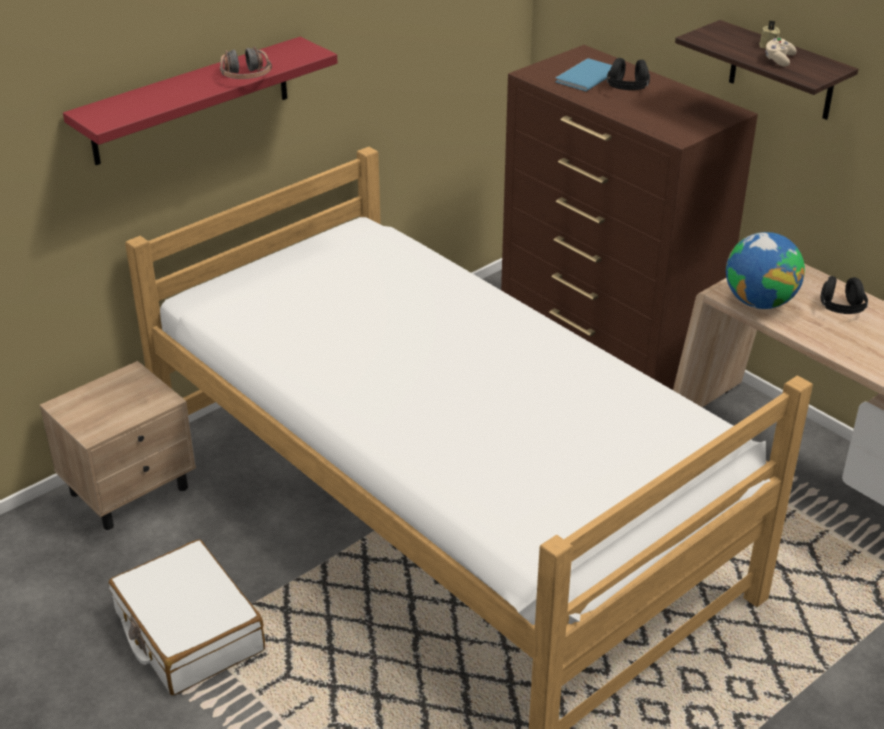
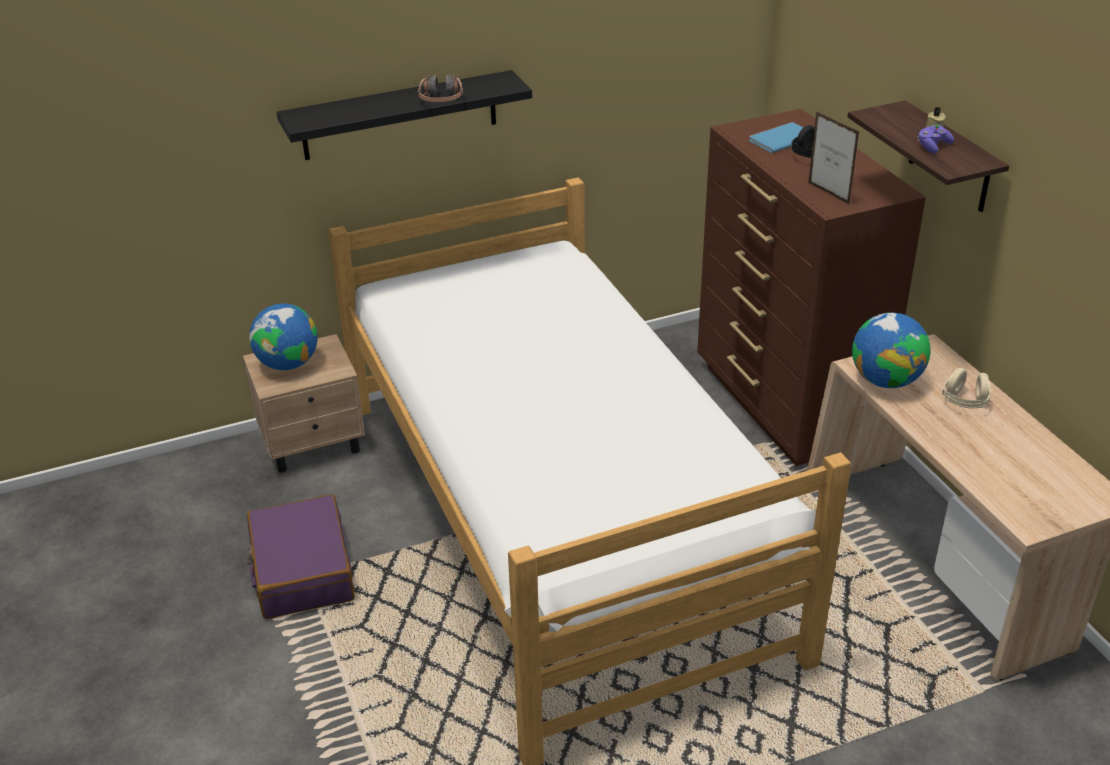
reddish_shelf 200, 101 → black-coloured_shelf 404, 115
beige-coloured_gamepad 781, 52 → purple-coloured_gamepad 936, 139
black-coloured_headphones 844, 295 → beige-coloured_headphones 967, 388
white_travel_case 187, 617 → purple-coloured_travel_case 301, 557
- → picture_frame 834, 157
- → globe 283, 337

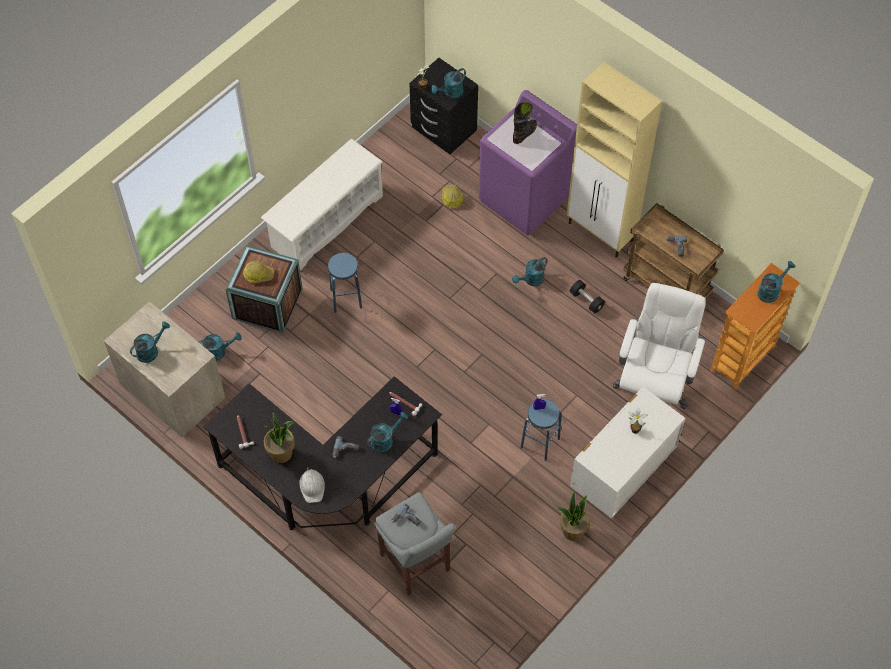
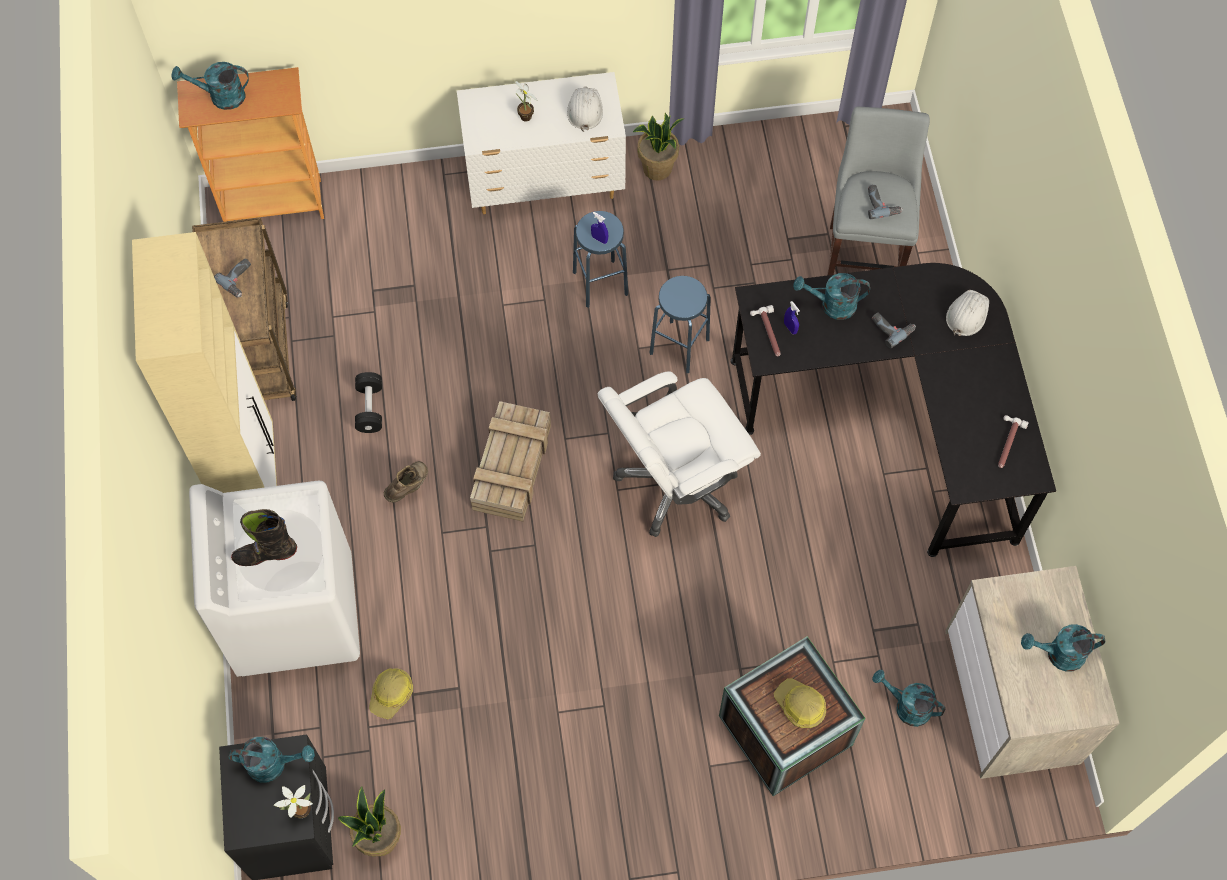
purple-coloured_washing_machine 528, 162 → white_washing_machine 274, 578
white_shoe_rack 322, 205 → -
blue-coloured_stool_seat 345, 283 → blue-coloured_stool_seat 680, 324, moved
turquoise-coloured_watering_can 530, 271 → brown-coloured_high-top_boot 406, 482
white_desk_chair 659, 346 → white_desk_chair 679, 454, moved
plant_in_a_pot 279, 437 → plant_in_a_pot 369, 821, moved
- → white_hard_hat 585, 109
- → shipping_crate 510, 461

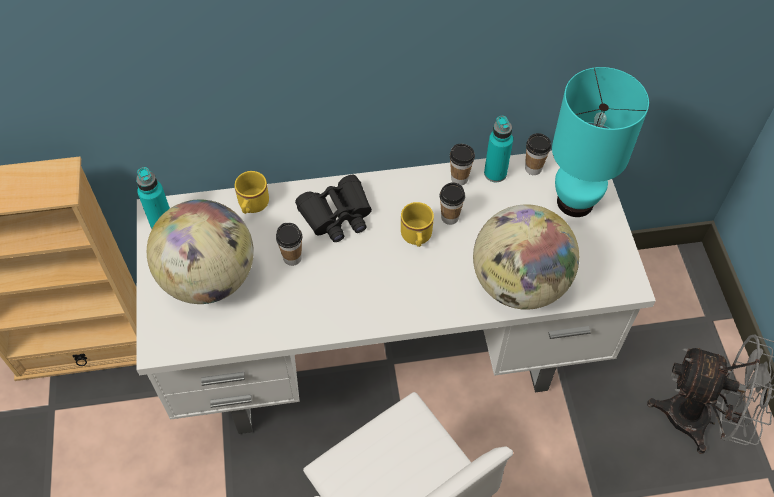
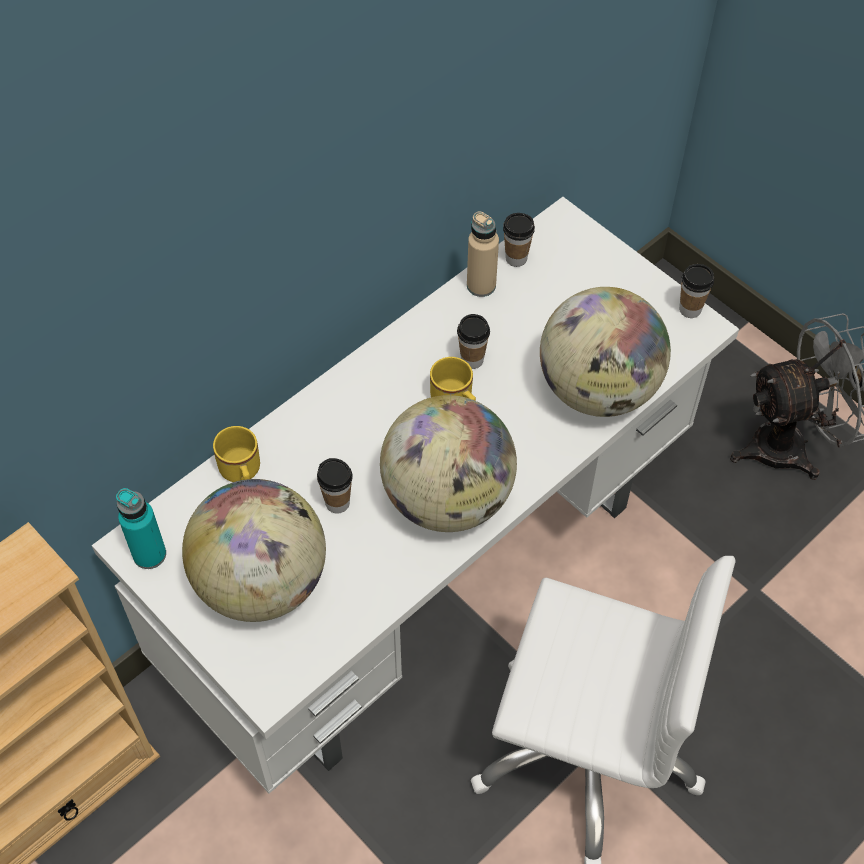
turquoise-coloured_table_lamp 600, 142 → -
turquoise-coloured_drink_bottle 498, 149 → beige-coloured_drink_bottle 483, 254
cup 462, 164 → cup 696, 291, moved
black-coloured_field_glasses 333, 208 → -
- → globe 448, 463

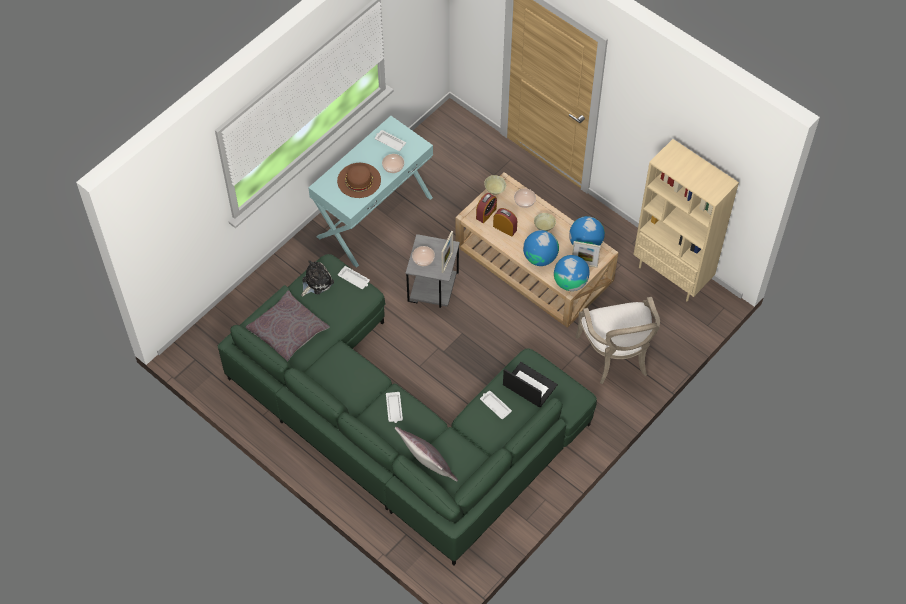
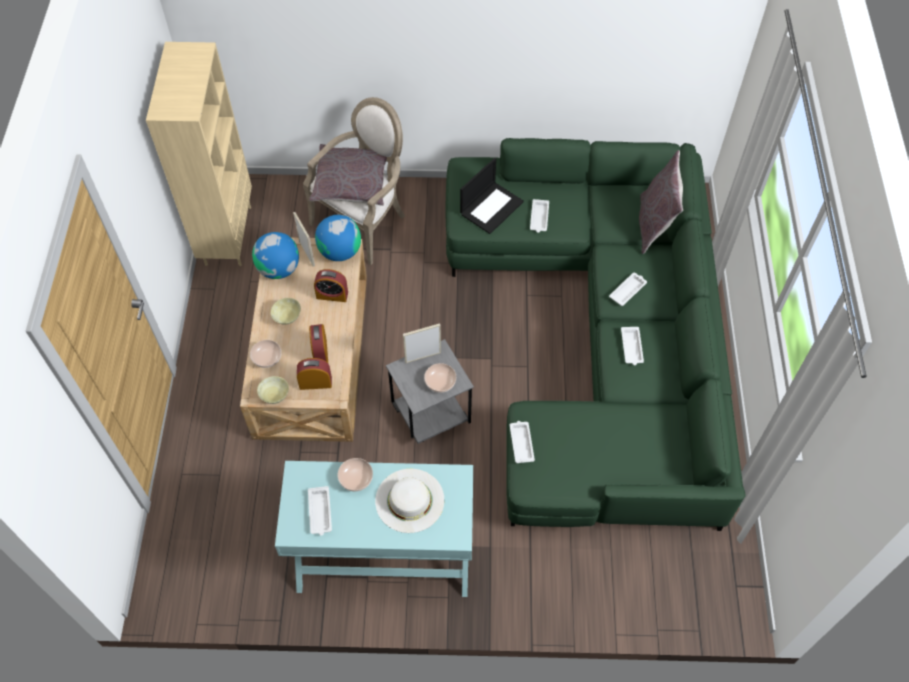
brown-coloured_hat 359, 180 → white_hat 409, 501
globe 541, 248 → alarm_clock 331, 285
soft_toy 317, 278 → -
gray_cushion 288, 325 → gray_cushion 348, 175, moved
laptop 530, 384 → laptop 492, 196, 135 degrees counterclockwise
- → white_tray 632, 346

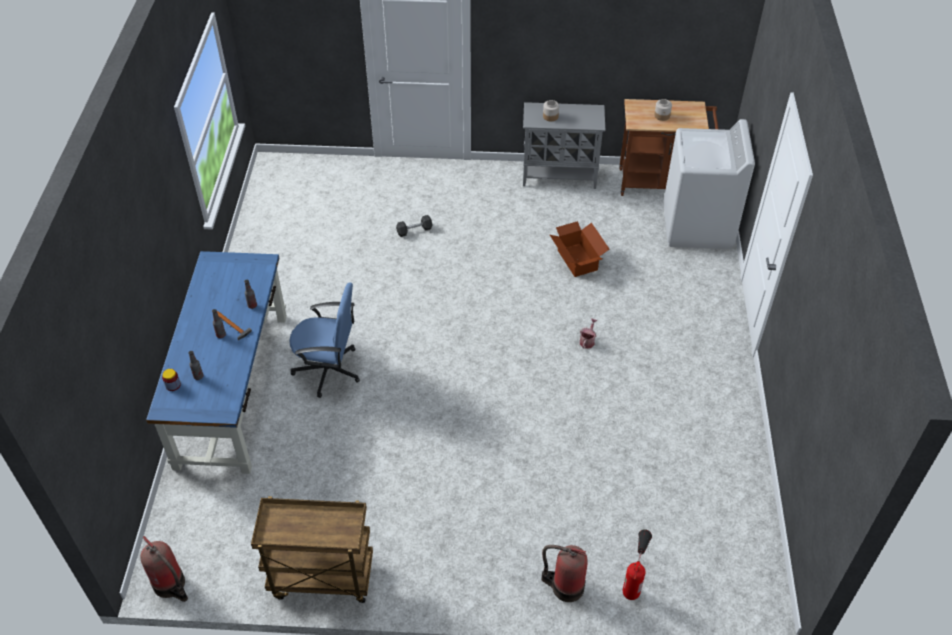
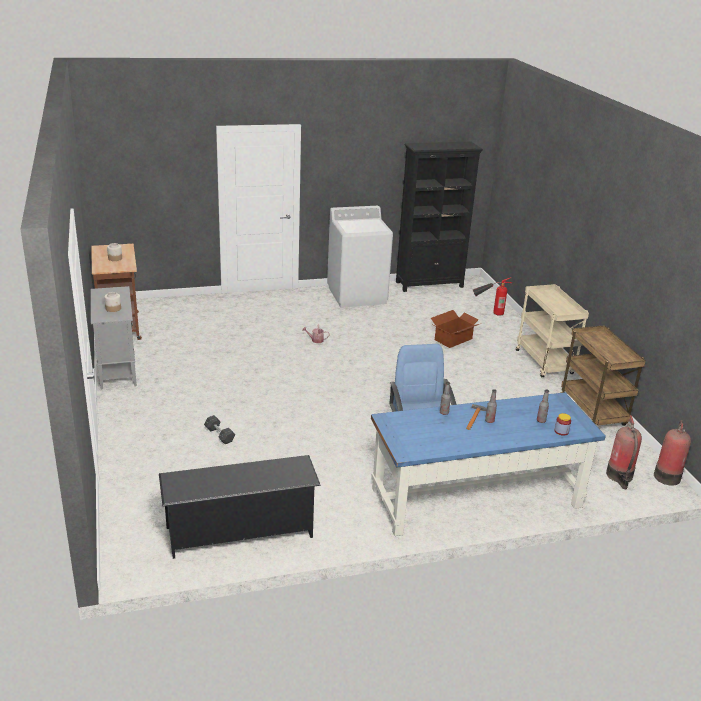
white_washing_machine 709, 184 → white_washing_machine 360, 256, moved
carton 579, 249 → carton 455, 329, moved
extinguisher 564, 573 → extinguisher 624, 452, moved
- → black-coloured_bookshelf 439, 217
- → beige-coloured_cart 552, 330
- → black-coloured_shoe_rack 240, 507

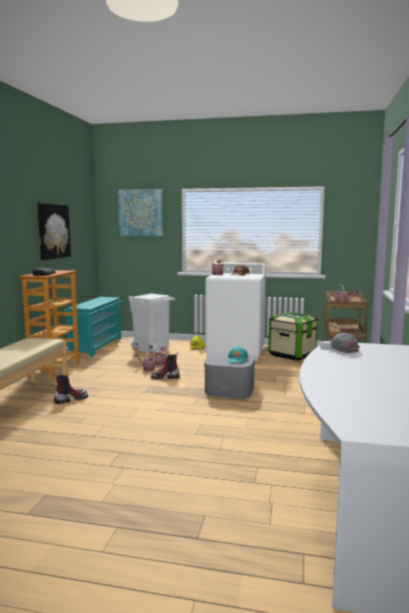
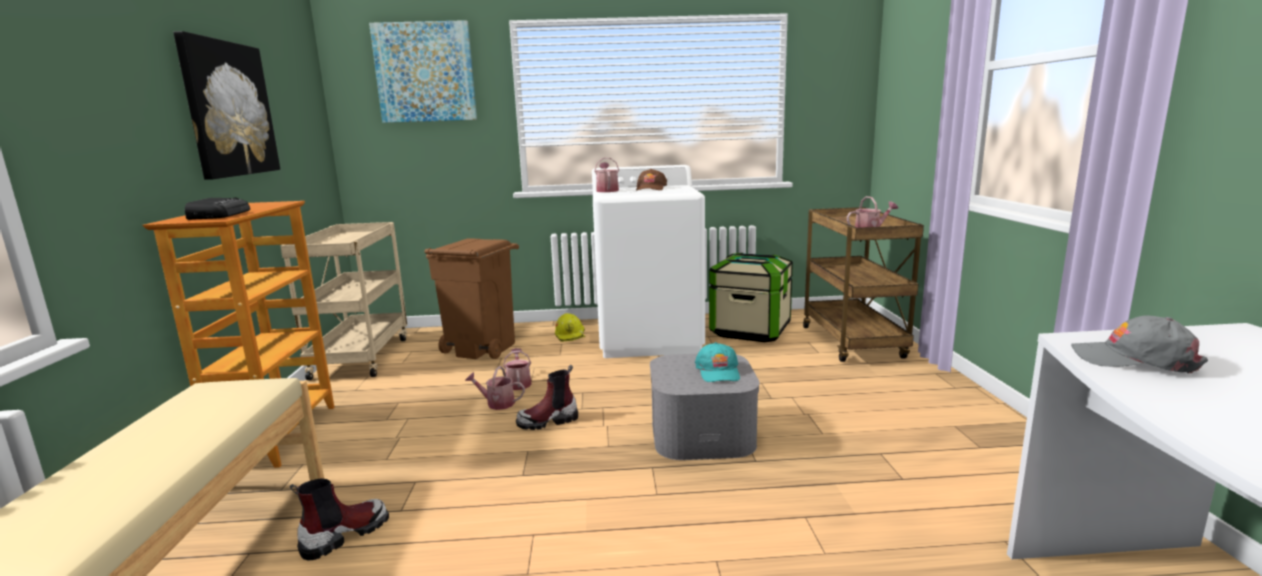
white_rubbish_bin 151, 323 → brown-coloured_rubbish_bin 472, 298
turquoise-coloured_shoe_rack 93, 327 → beige-coloured_cart 343, 301

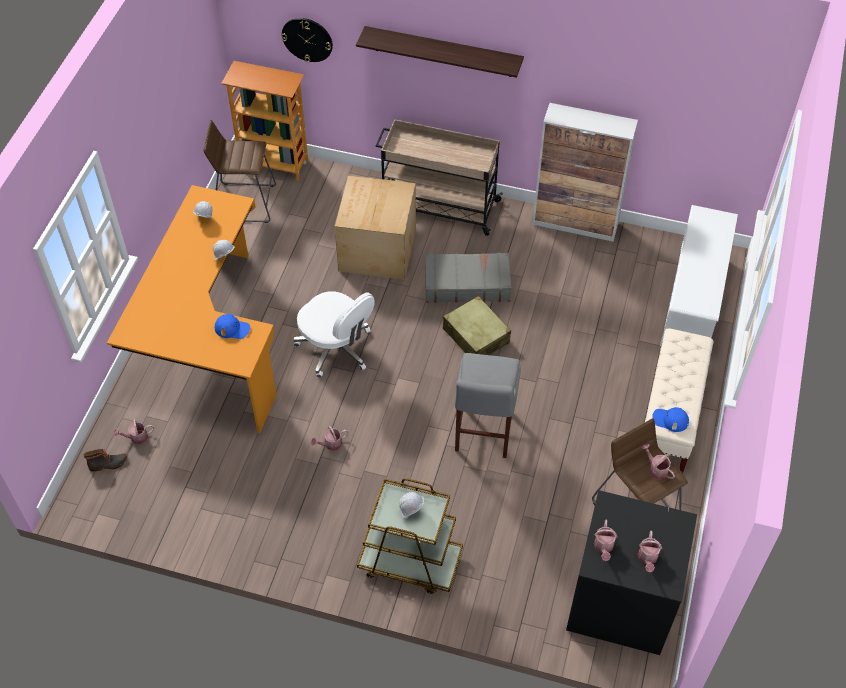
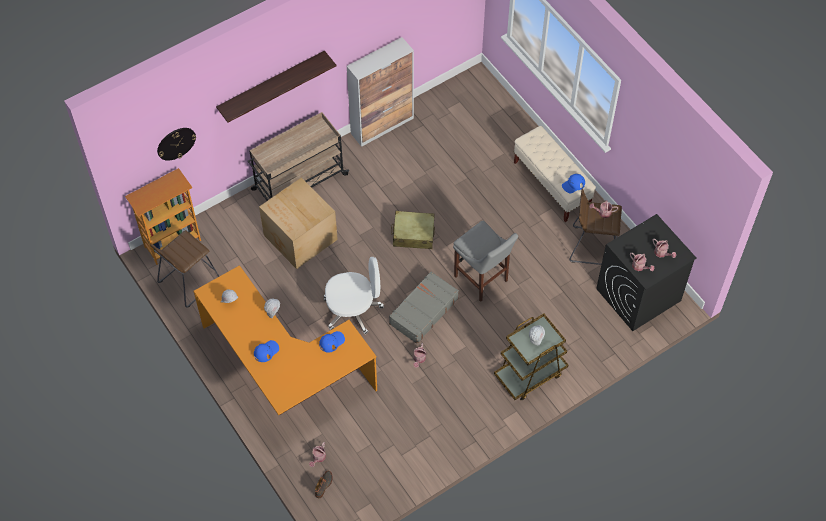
white_shoe_rack 699, 276 → -
gray_travel_case 468, 278 → gray_travel_case 424, 307, moved
- → blue-coloured_peaked_cap 266, 351

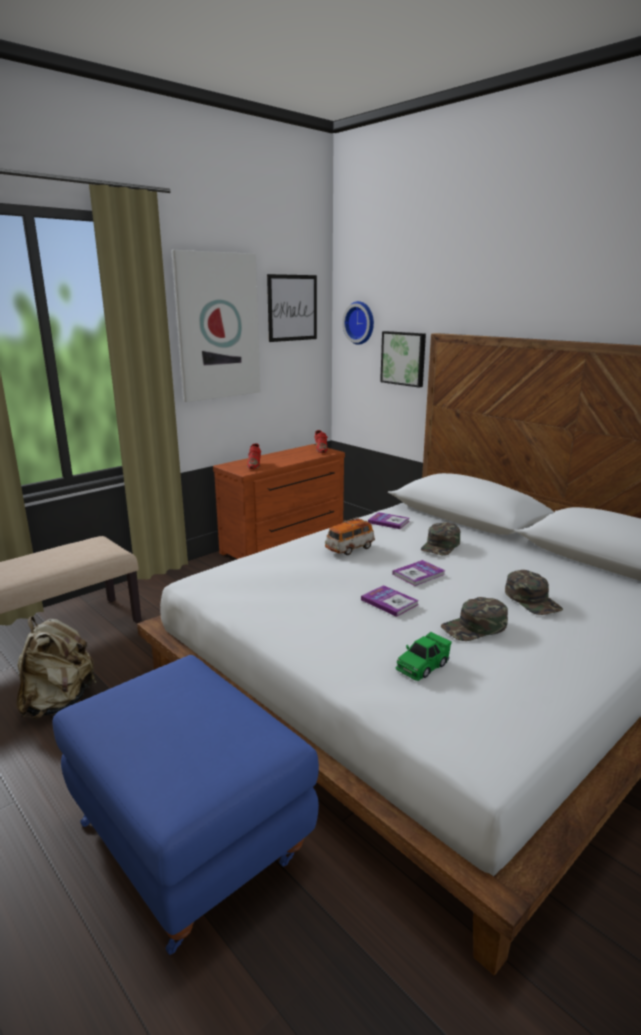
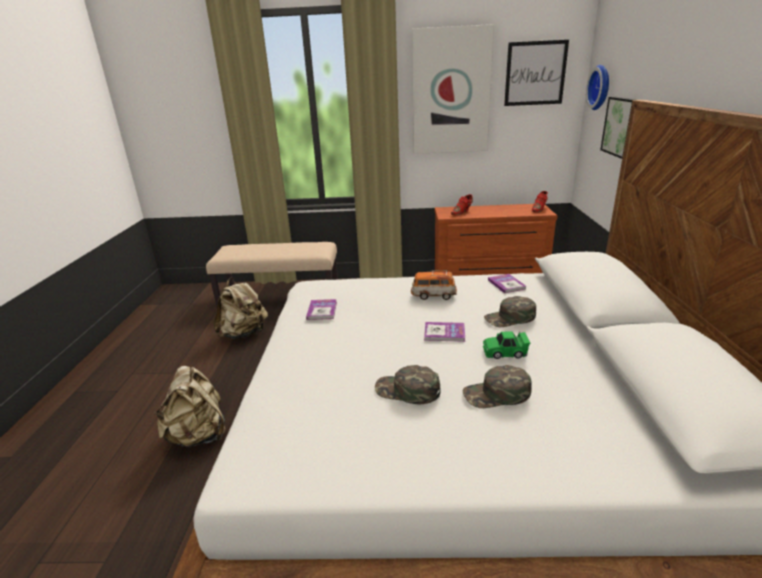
green-coloured_peaked_cap 534, 592 → green-coloured_peaked_cap 497, 386, 60 degrees clockwise
volume 390, 601 → volume 321, 309, moved
green-coloured_miniature_car 424, 656 → green-coloured_miniature_car 506, 345, moved
blue-coloured_pouffe 185, 805 → beige-coloured_backpack 190, 406

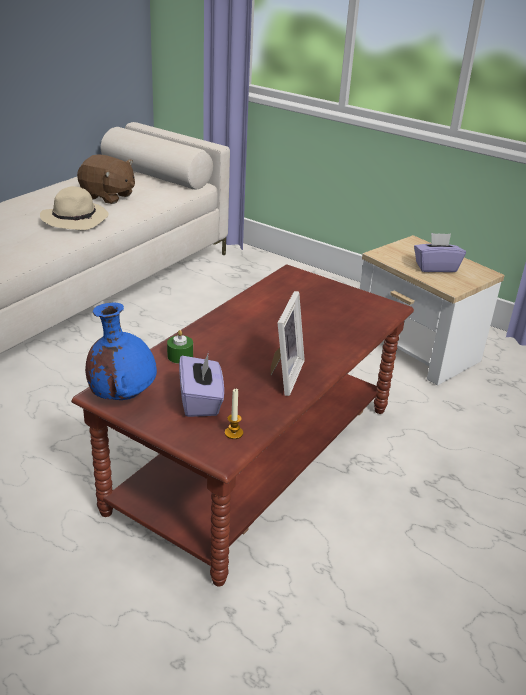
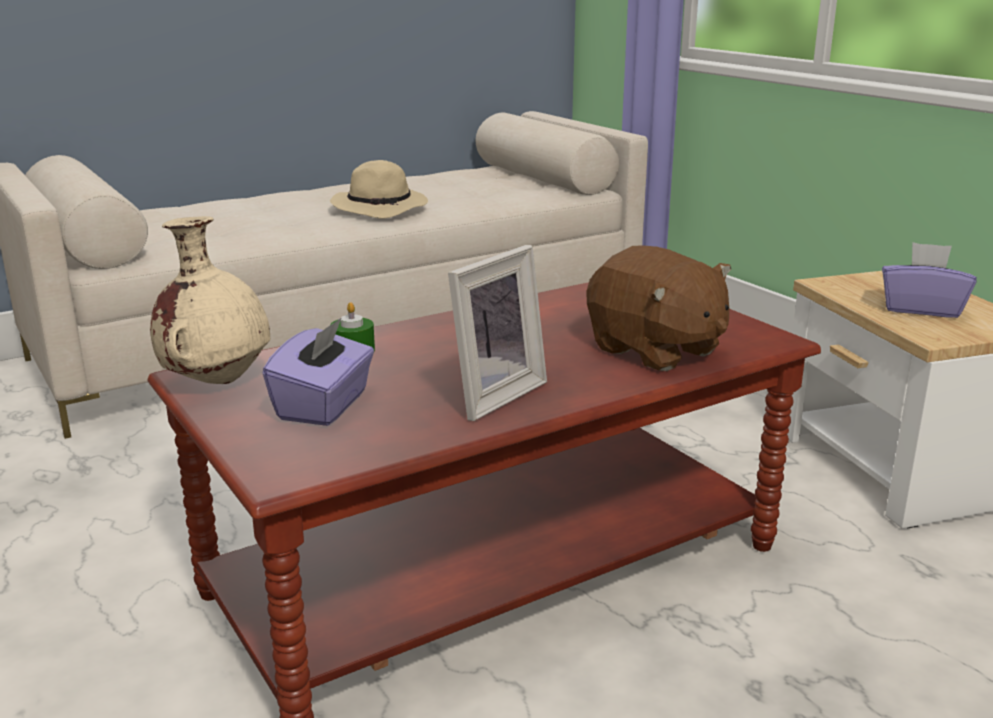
brown-coloured_soft_toy 106, 179 → brown-coloured_soft_toy 659, 308, moved
blue-coloured_decorative_vase 121, 351 → beige-coloured_decorative_vase 210, 300
wax_light 234, 413 → -

